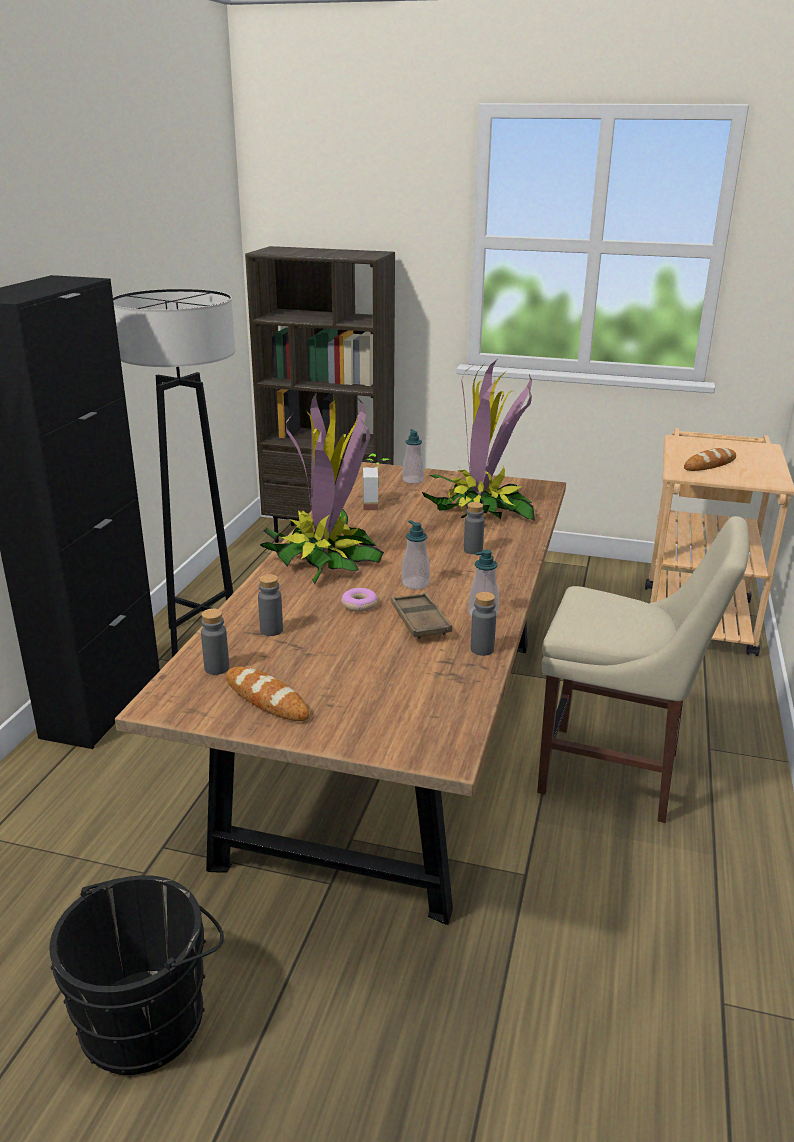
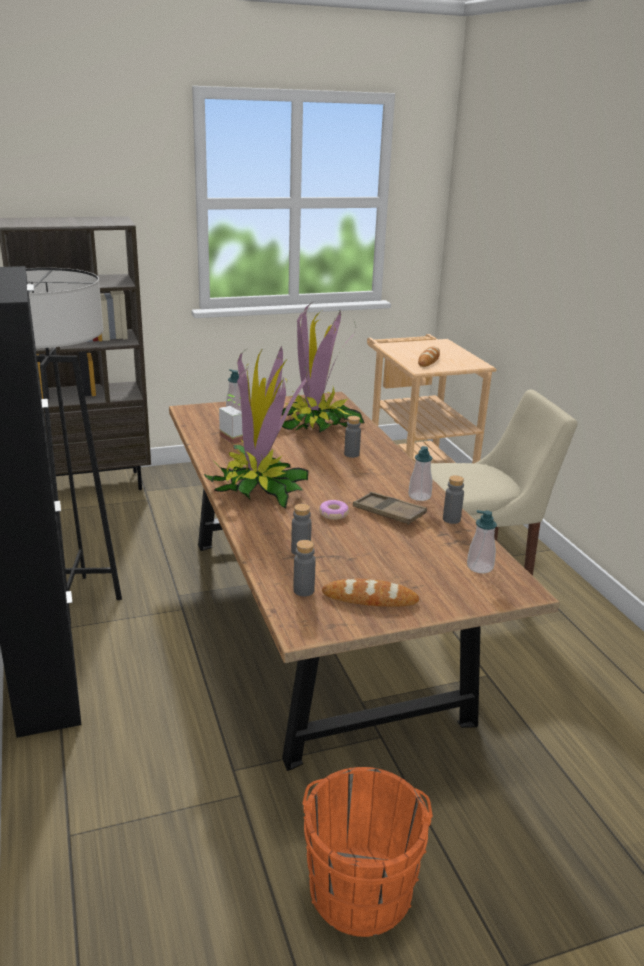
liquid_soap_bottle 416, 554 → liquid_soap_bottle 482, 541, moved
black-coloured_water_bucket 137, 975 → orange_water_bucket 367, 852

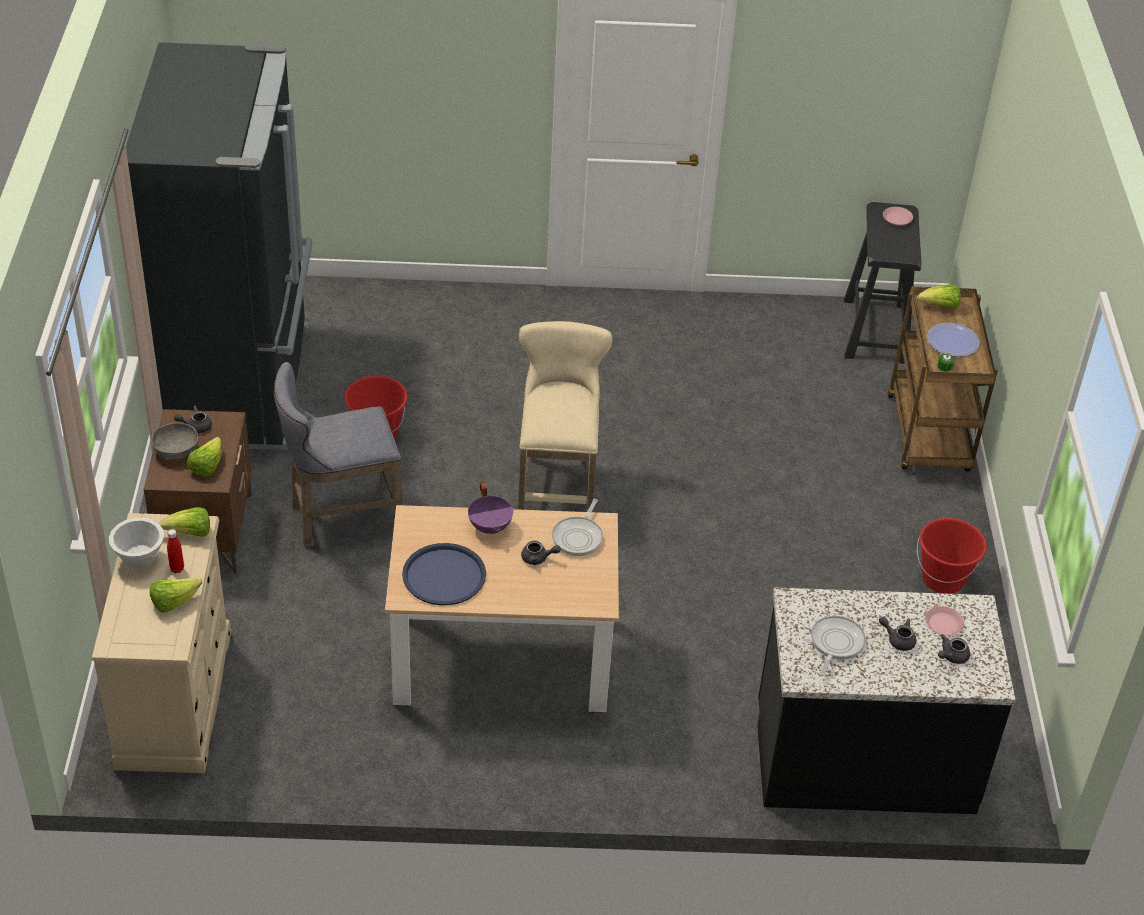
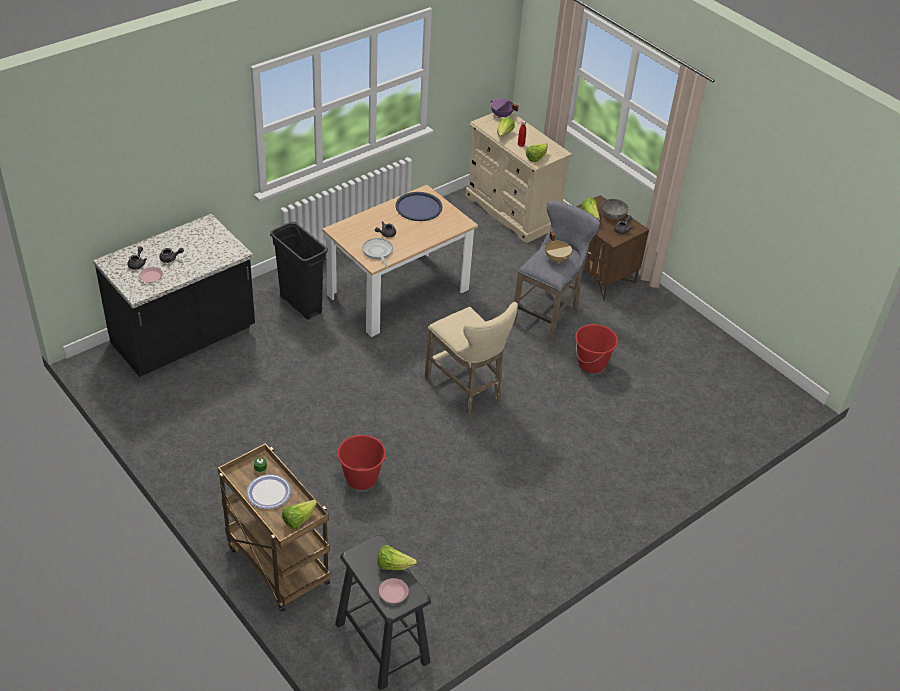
black-coloured_refrigerator 219, 246 → -
purple-coloured_saucepot 490, 508 → purple-coloured_saucepot 504, 108, moved
white_deep_dish 136, 543 → -
reddish_water_bucket 952, 556 → reddish_water_bucket 362, 462, moved
frying_pan 838, 646 → -
- → black-coloured_rubbish_bin 299, 271
- → beige-coloured_saucepot 558, 247
- → lettuce_head 397, 557

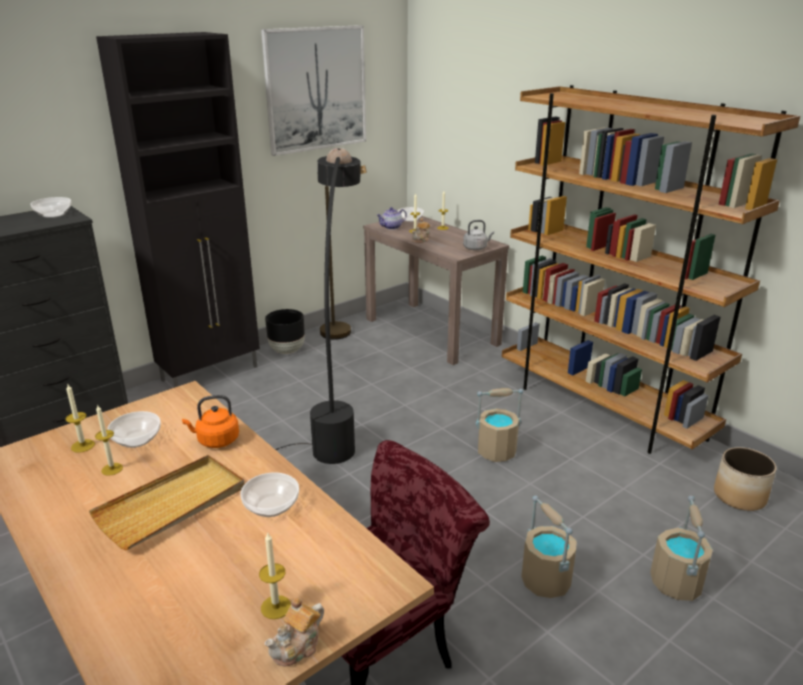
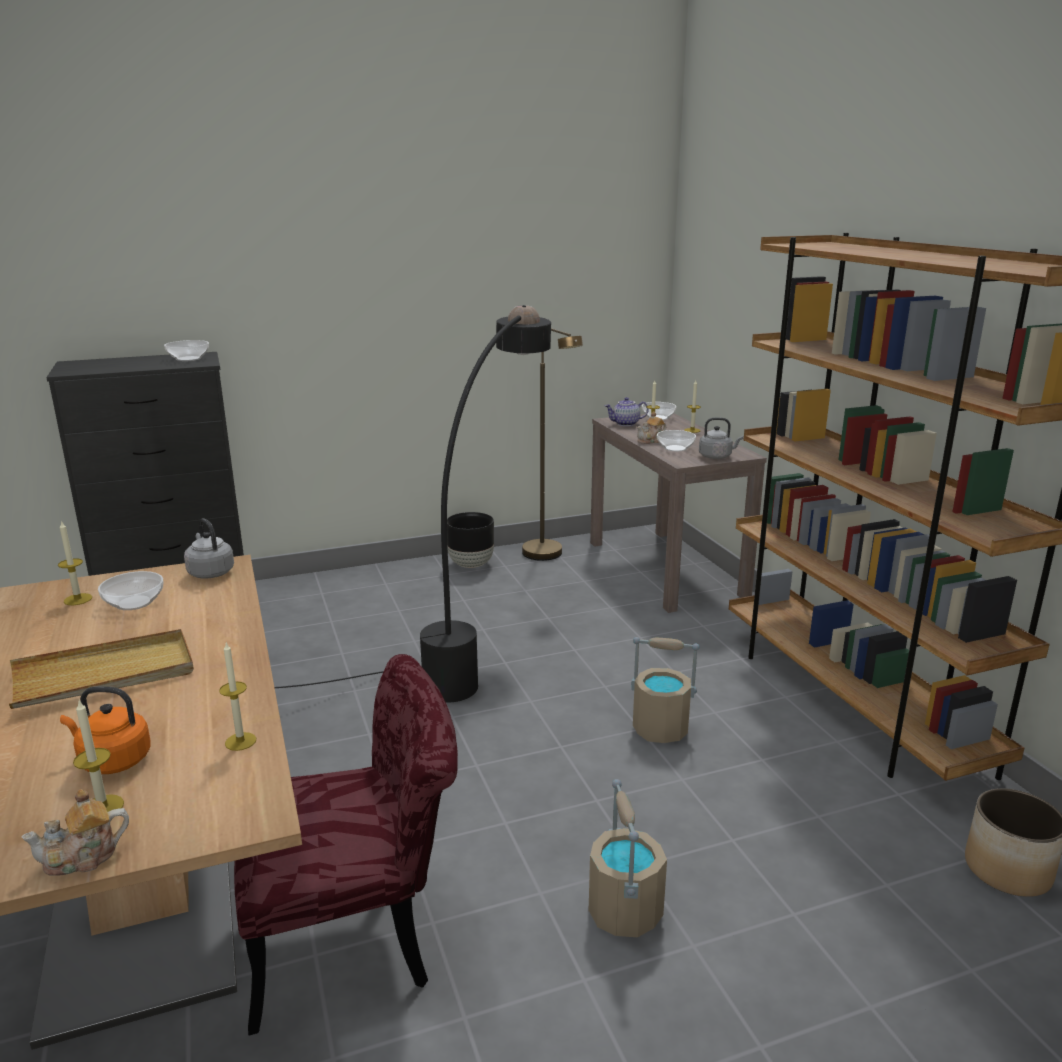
wall_picture 313, 90 → -
black-coloured_cupboard 178, 209 → -
orange_water_kettle 210, 421 → orange_water_kettle 105, 730, moved
wax_light 109, 440 → wax_light 237, 697, moved
deep_dish 269, 494 → deep_dish 676, 441, moved
beige-coloured_water_bucket 681, 548 → -
- → gray_water_kettle 209, 548

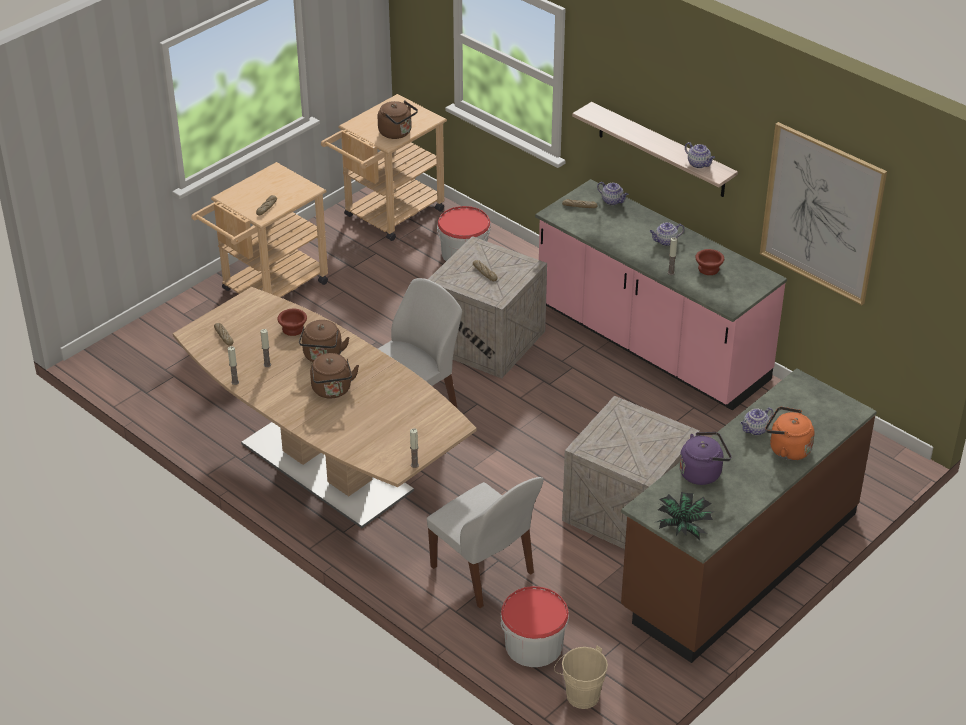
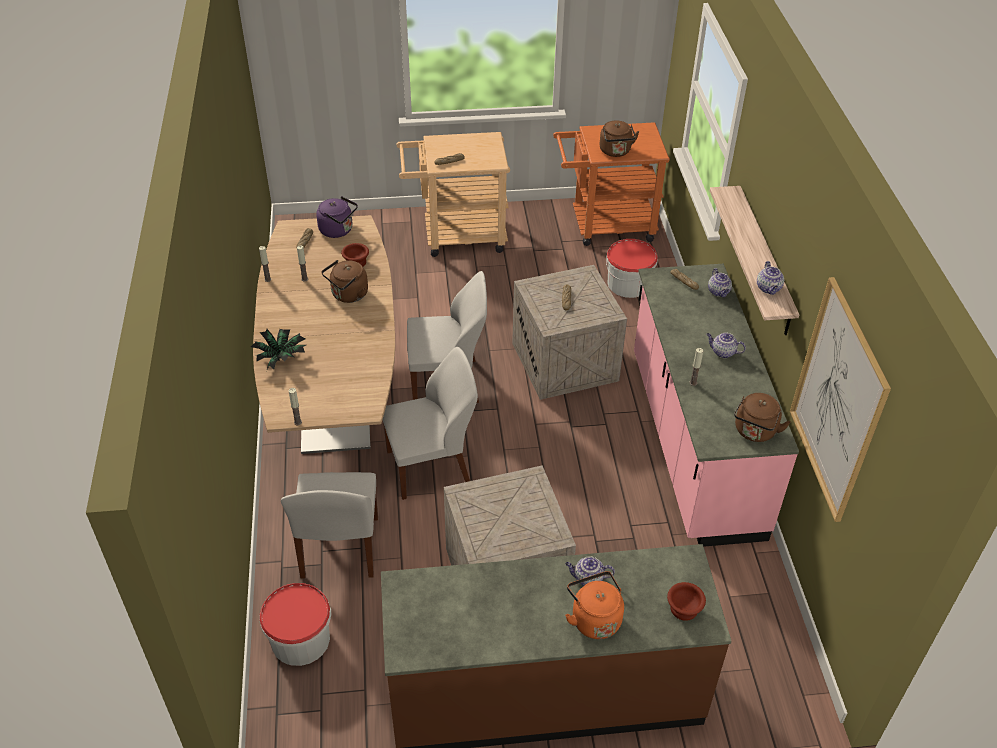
beige-coloured_cart 384, 167 → orange_cart 611, 184
brown-coloured_deep_dish 709, 262 → brown-coloured_deep_dish 686, 601, moved
brown-coloured_water_kettle 334, 375 → brown-coloured_water_kettle 762, 417, moved
purple-coloured_water_kettle 705, 458 → purple-coloured_water_kettle 337, 217, moved
plant_in_a_pot 685, 516 → plant_in_a_pot 278, 350, moved
beige-coloured_water_bucket 581, 677 → -
- → white_upright_chair 430, 423

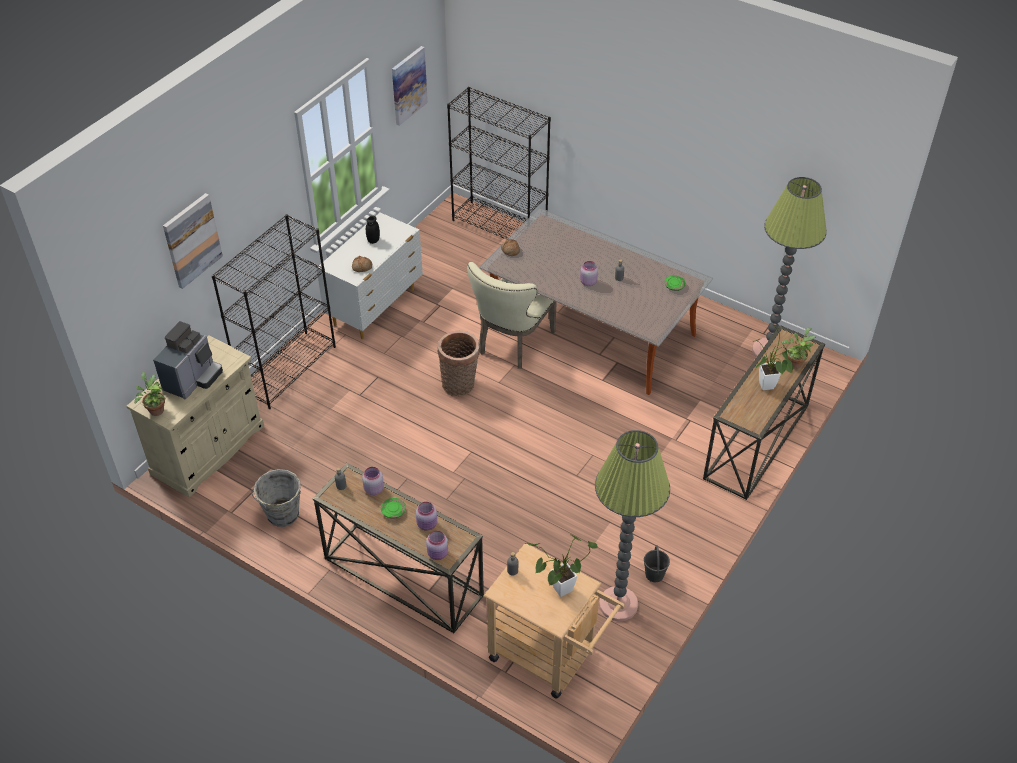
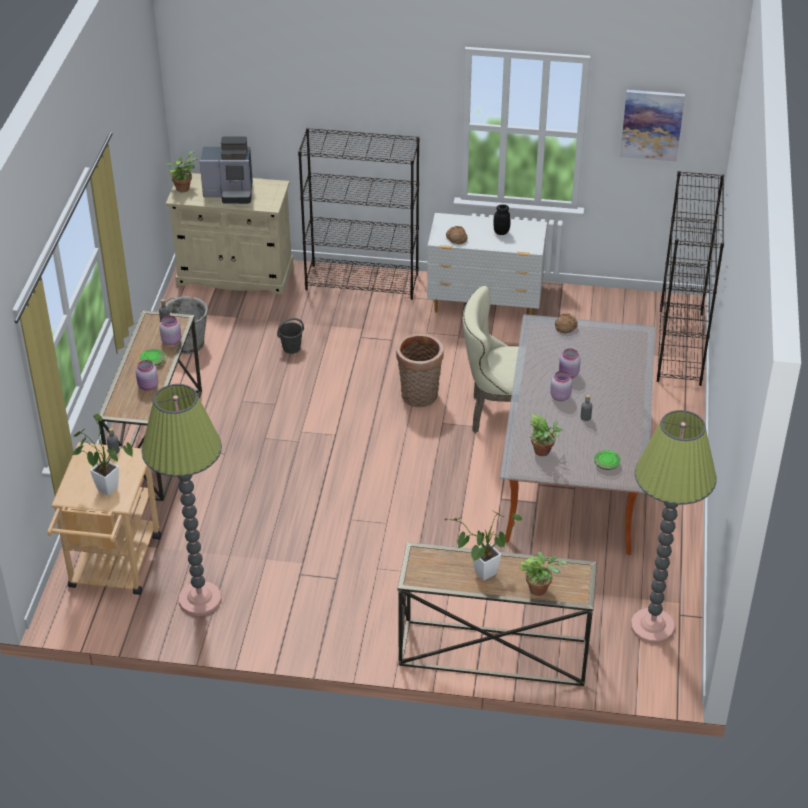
wall_picture 193, 241 → -
pinkish_preserve_jar 437, 545 → pinkish_preserve_jar 570, 363, moved
gray_water_bucket 657, 563 → gray_water_bucket 290, 336, moved
- → plant_in_a_pot 546, 435

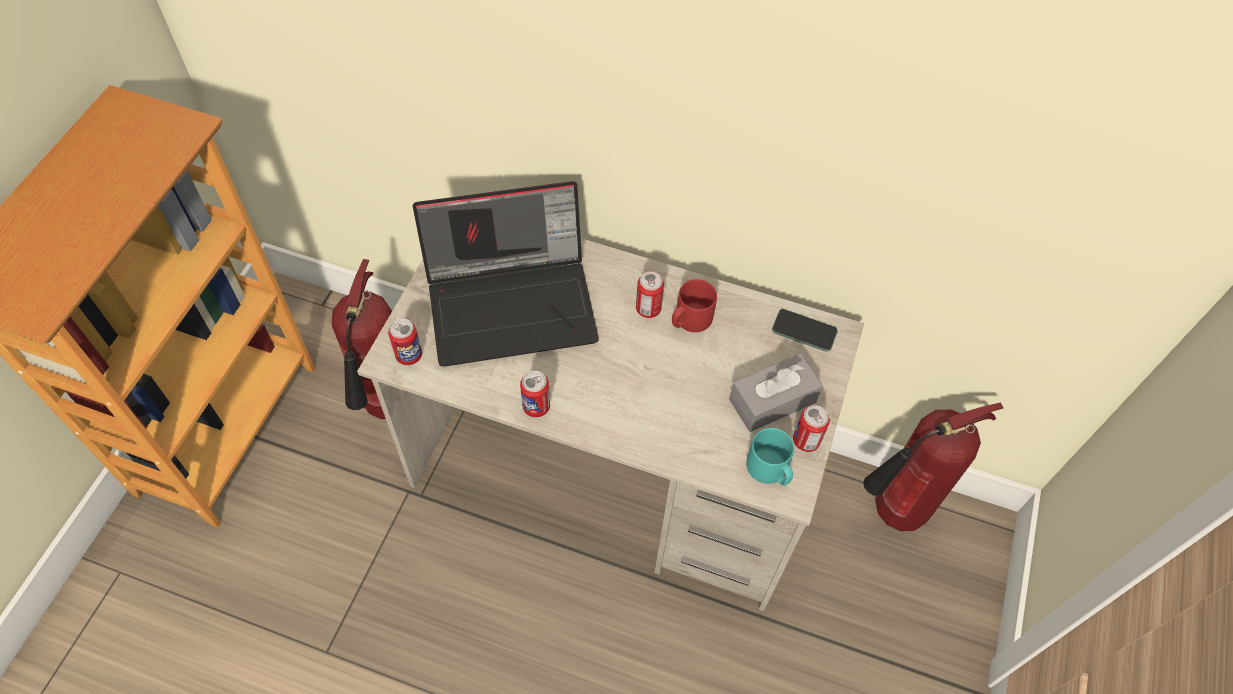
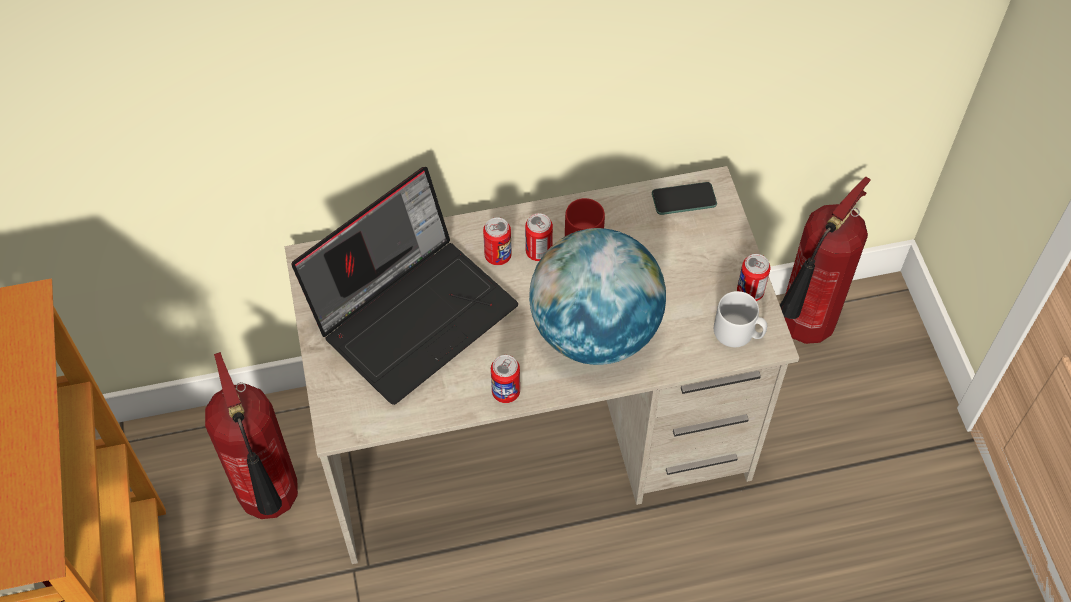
sealed_can 405, 341 → sealed_can 497, 241, moved
gray_box_of_tissues 776, 392 → -
turquoise-coloured_mug 770, 457 → gray_mug 740, 319
- → globe 597, 296

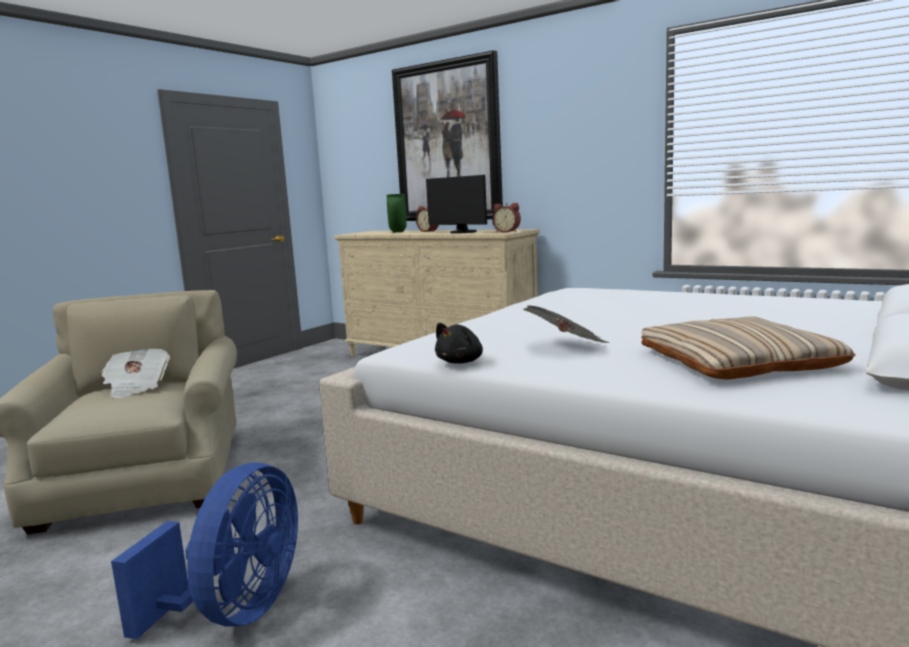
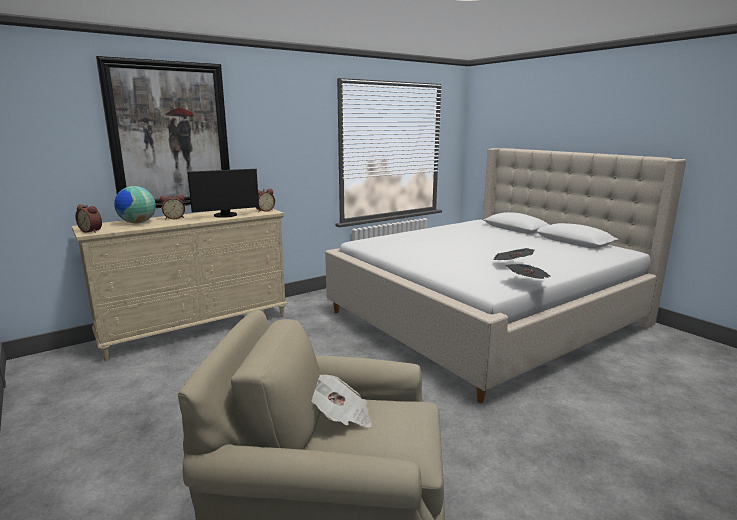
green-coloured_decorative_vase 397, 213 → globe 135, 205
beige-coloured_cushion 748, 348 → -
black-coloured_soft_toy 459, 343 → newspaper 528, 271
blue-coloured_electric_fan 204, 551 → -
- → alarm_clock 88, 218

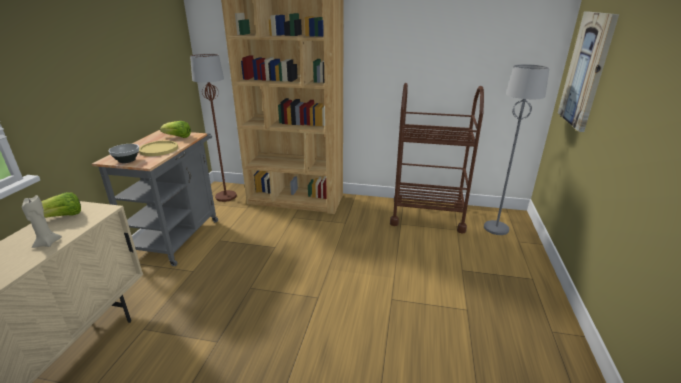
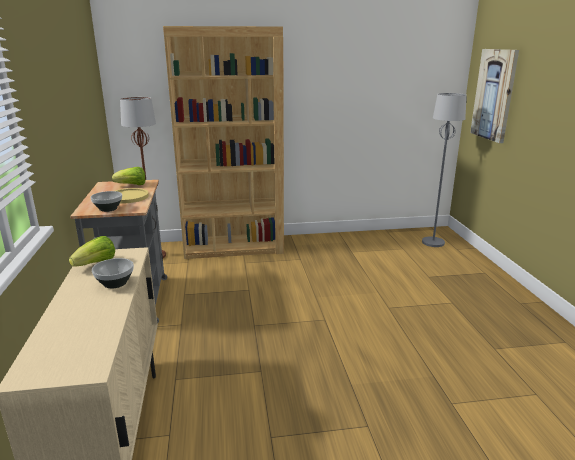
brown-coloured_cart 437, 158 → -
beige-coloured_wax_light 42, 221 → deep_dish 113, 273

